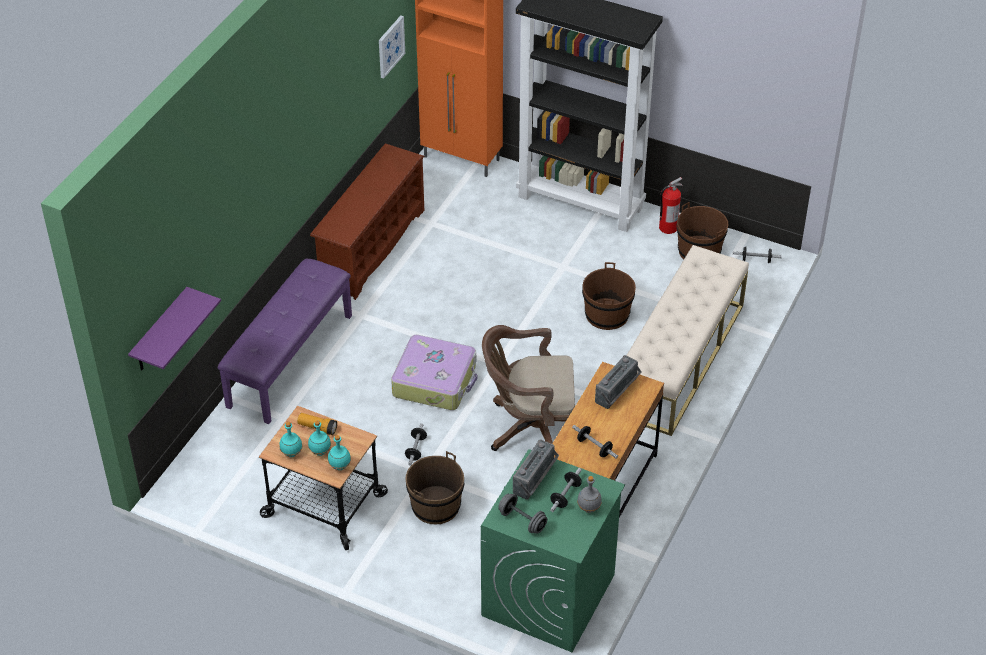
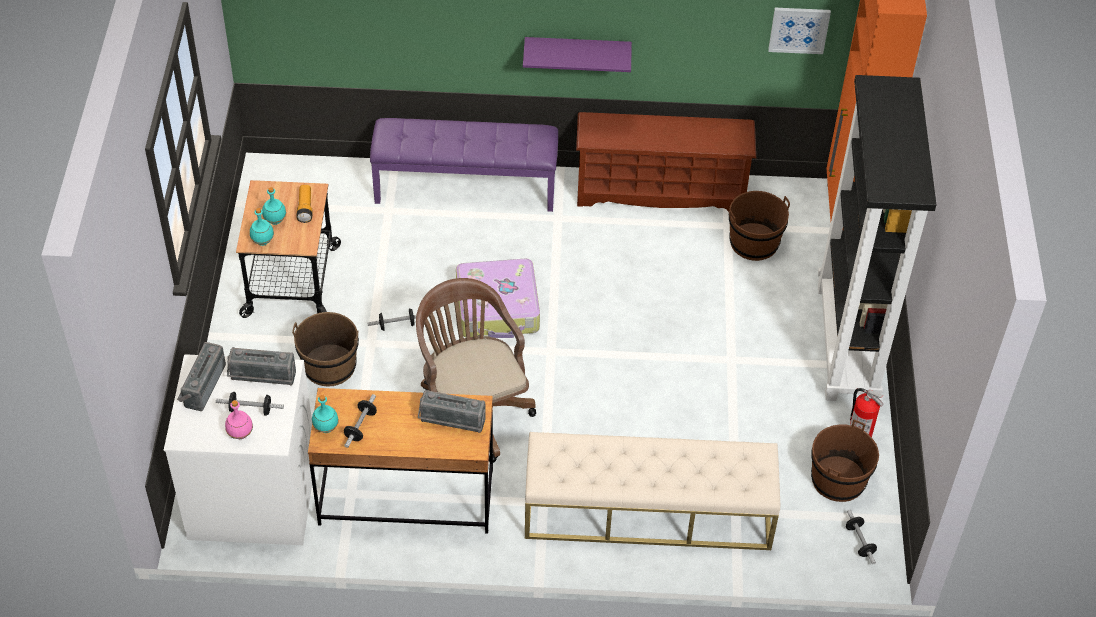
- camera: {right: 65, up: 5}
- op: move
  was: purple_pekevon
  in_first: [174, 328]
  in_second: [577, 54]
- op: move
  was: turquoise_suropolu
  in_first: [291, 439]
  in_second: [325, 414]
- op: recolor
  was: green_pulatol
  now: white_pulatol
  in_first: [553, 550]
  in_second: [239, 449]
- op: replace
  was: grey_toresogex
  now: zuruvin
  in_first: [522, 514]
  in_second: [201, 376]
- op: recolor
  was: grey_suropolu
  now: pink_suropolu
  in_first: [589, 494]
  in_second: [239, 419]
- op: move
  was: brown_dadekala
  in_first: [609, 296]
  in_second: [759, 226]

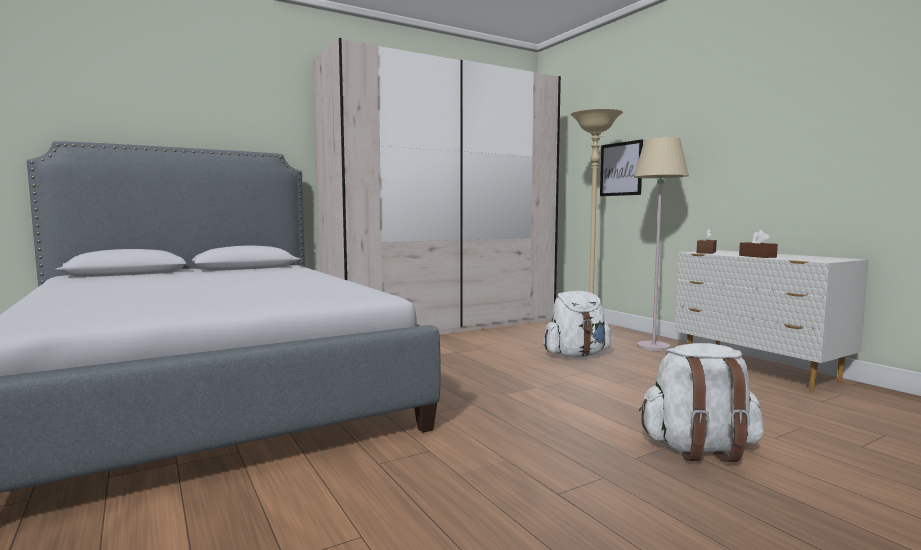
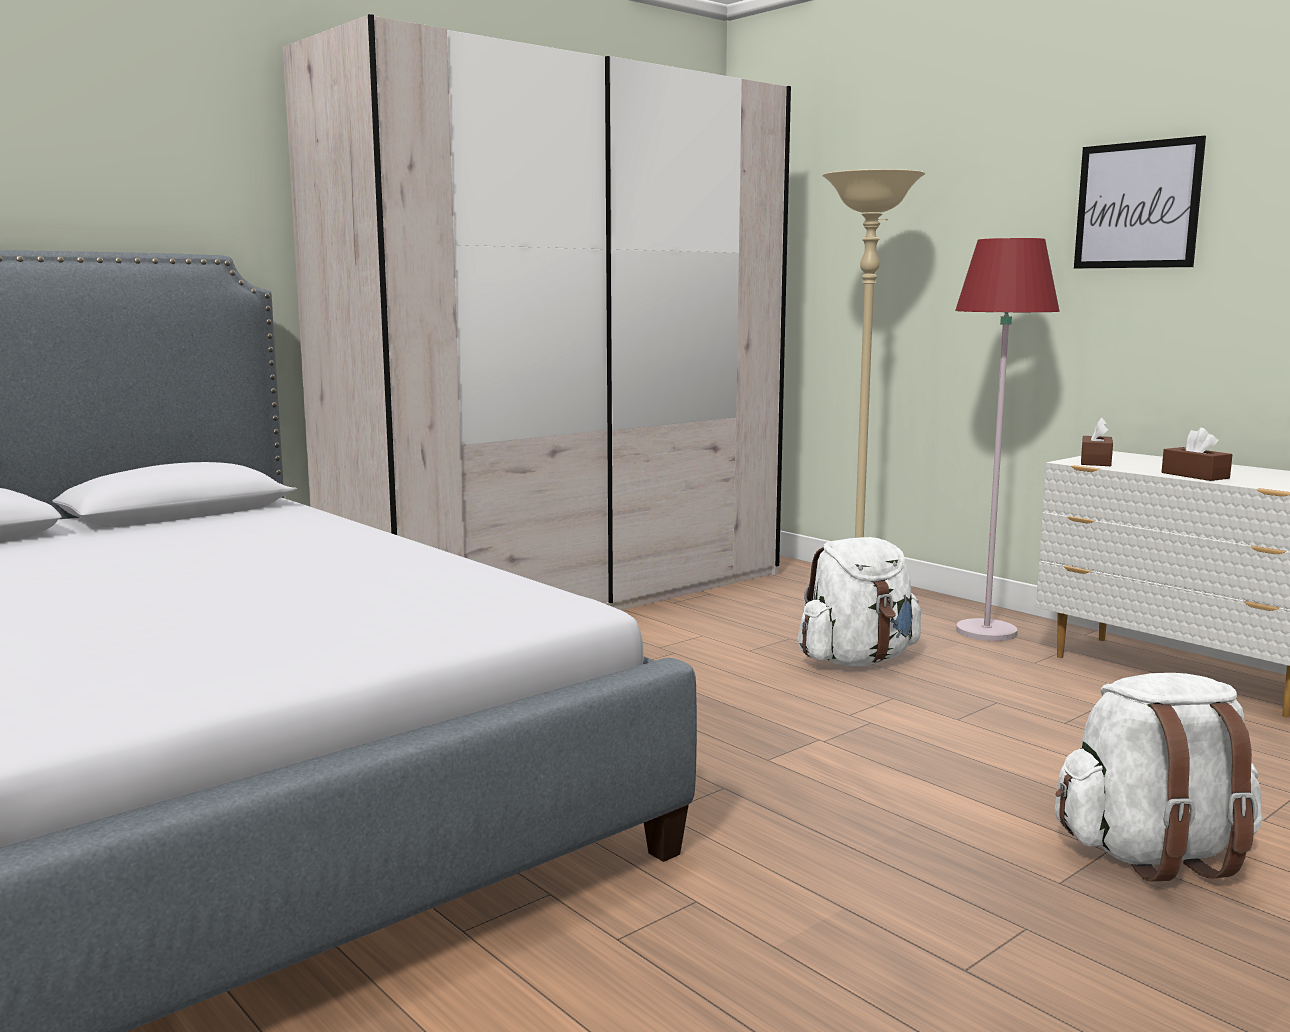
- camera: {right: -10, up: 5}
- op: move
  was: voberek
  in_first: [621, 167]
  in_second: [1140, 202]
- op: recolor
  was: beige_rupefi
  now: red_rupefi
  in_first: [661, 244]
  in_second: [1007, 439]

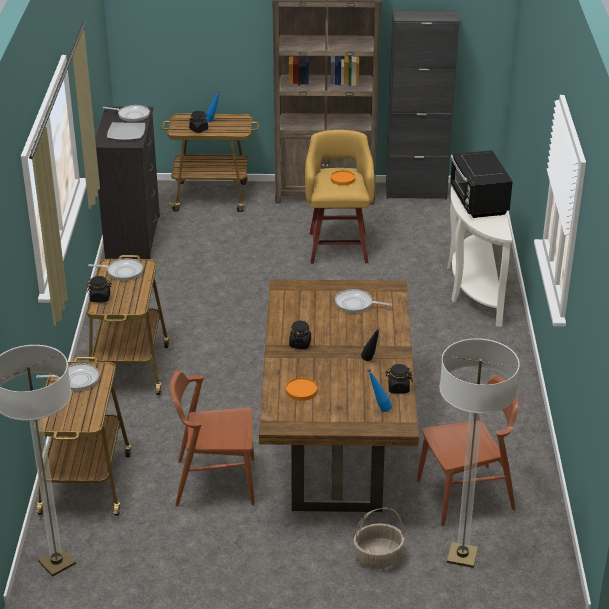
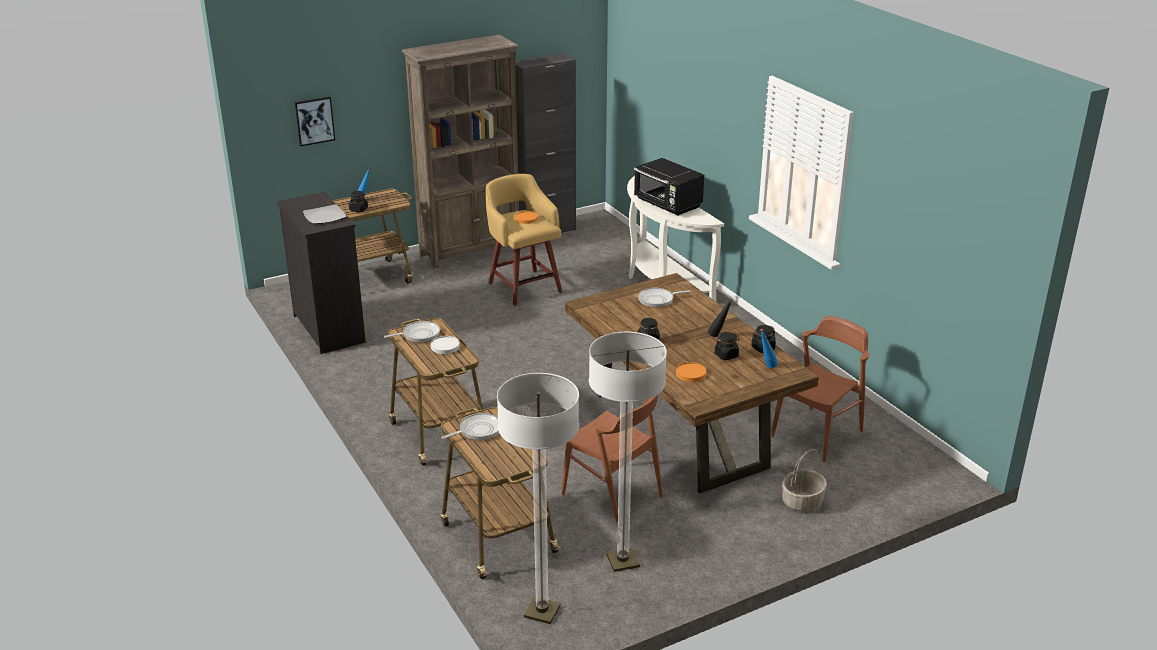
- camera: {right: -30, up: -5}
- op: move
  was: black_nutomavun
  in_first: [99, 289]
  in_second: [727, 346]
- op: delete
  was: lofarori
  in_first: [126, 113]
- op: rotate
  was: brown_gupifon
  in_first: [212, 438]
  in_second: [612, 461]
  clockwise: -105
- op: move
  was: rupefi
  in_first: [479, 453]
  in_second: [628, 452]
- op: insert
  now: voberek
  in_second: [315, 121]
- op: insert
  now: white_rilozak
  in_second: [445, 345]

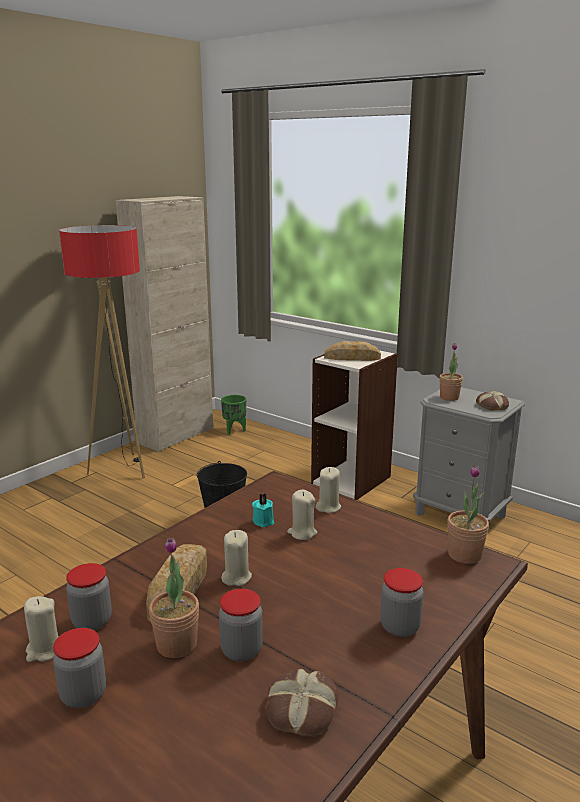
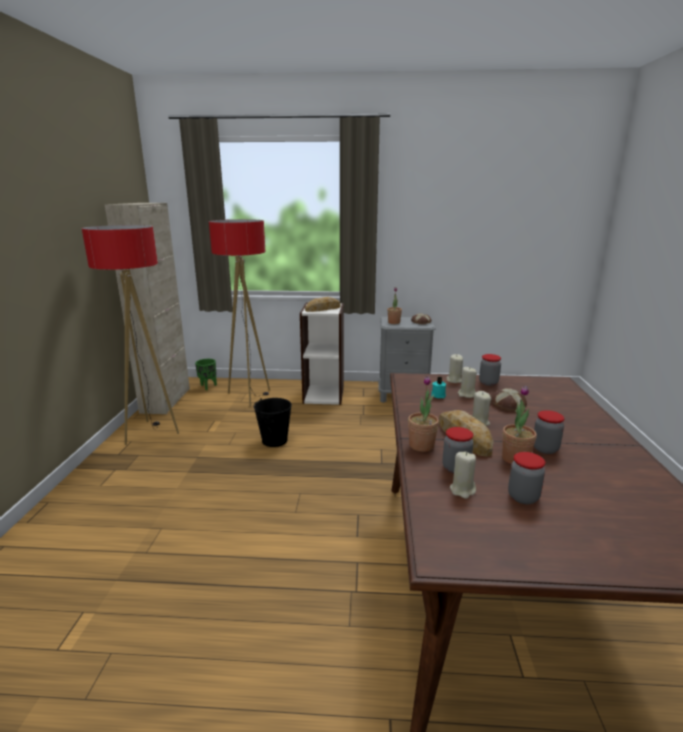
- camera: {right: -35, up: 0}
- op: move
  was: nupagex
  in_first: [302, 702]
  in_second: [509, 399]
- op: move
  was: nutomavun
  in_first: [401, 602]
  in_second: [490, 370]
- op: move
  was: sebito
  in_first: [468, 514]
  in_second: [423, 414]
- op: insert
  now: rupefi
  in_second: [239, 312]

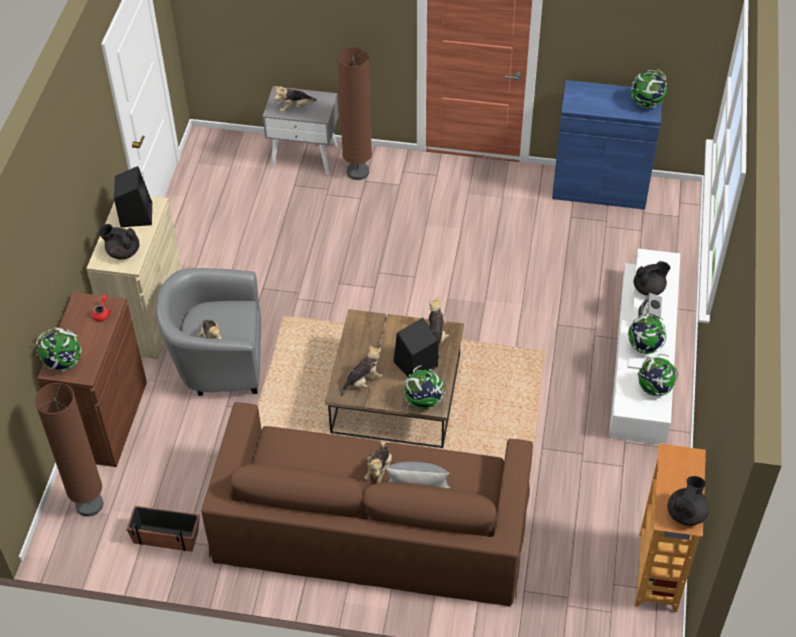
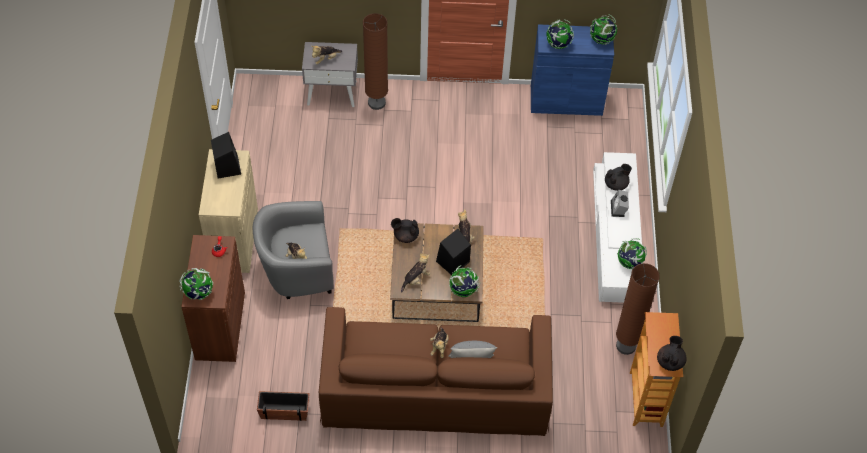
- camera: {right: -10, up: 5}
- op: move
  was: brown_rupefi
  in_first: [69, 450]
  in_second: [638, 309]
- op: move
  was: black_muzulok
  in_first: [118, 241]
  in_second: [405, 230]
- op: move
  was: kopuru
  in_first: [647, 333]
  in_second: [560, 34]

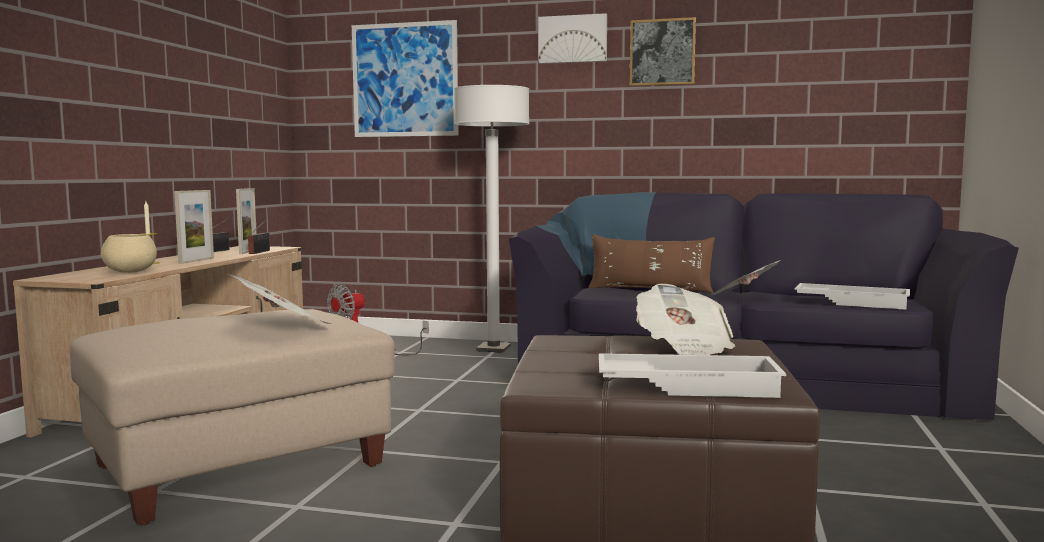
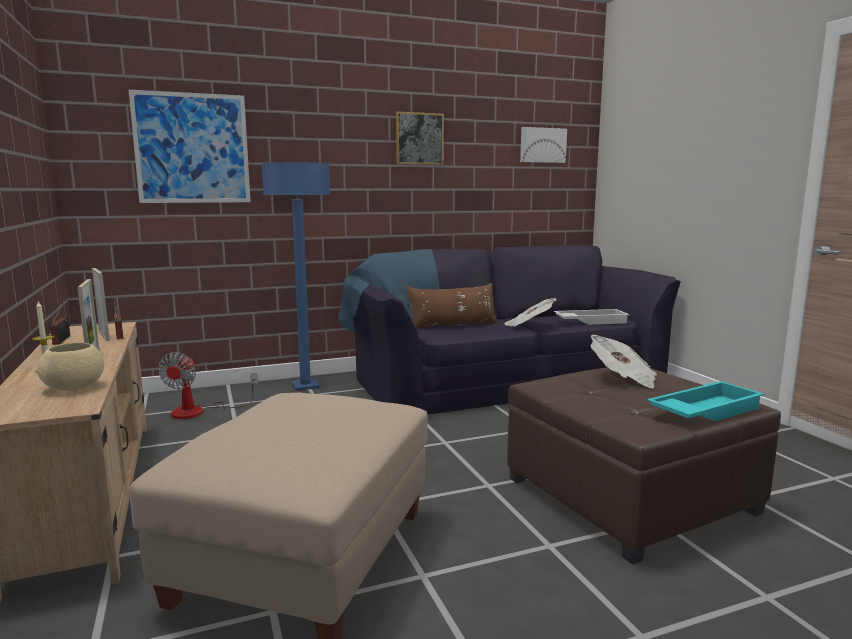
- camera: {right: -35, up: 5}
- op: delete
  was: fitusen
  in_first: [280, 299]
- op: recolor
  was: white_rupefi
  now: blue_rupefi
  in_first: [492, 219]
  in_second: [296, 276]
- op: move
  was: voberek
  in_first: [572, 38]
  in_second: [543, 145]
- op: recolor
  was: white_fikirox
  now: turquoise_fikirox
  in_first: [692, 375]
  in_second: [705, 401]

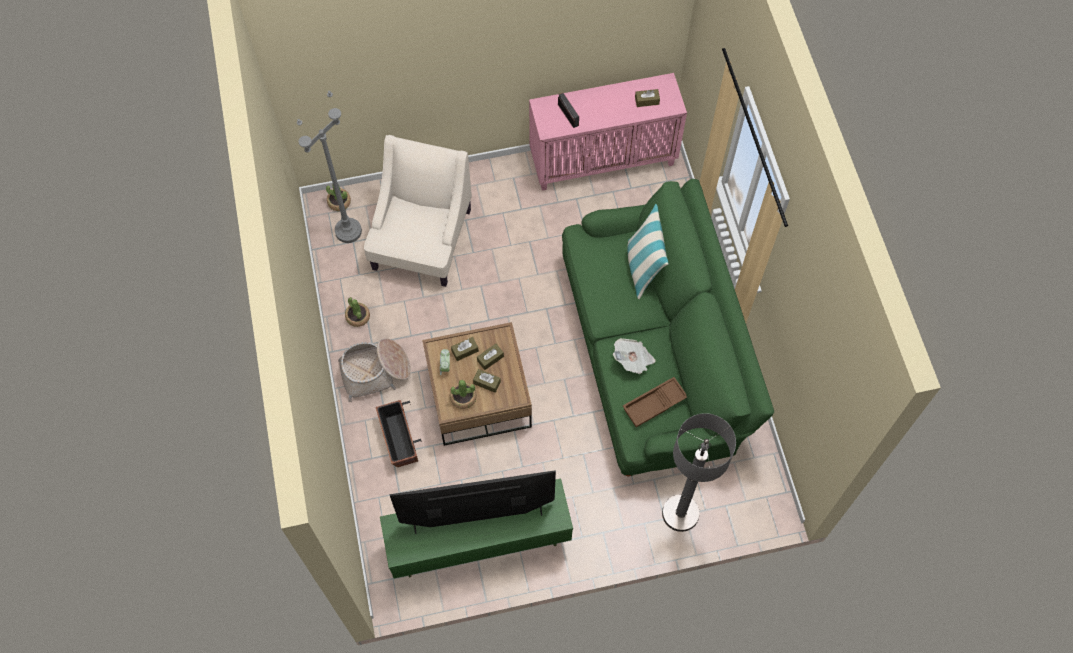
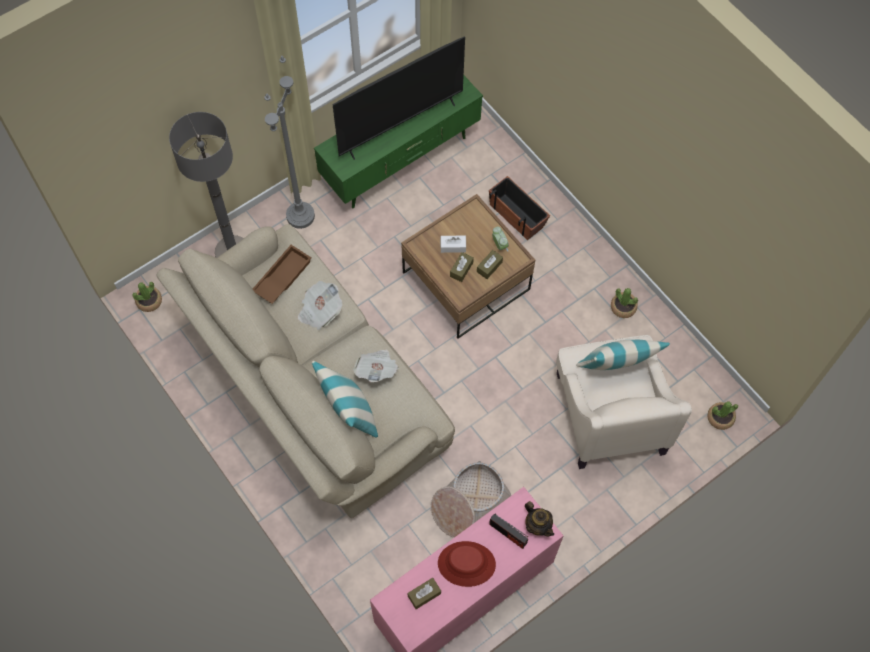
- camera: {right: 155, up: 0}
- op: move
  was: grey_rupefi
  in_first: [329, 167]
  in_second: [289, 142]
- op: move
  was: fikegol
  in_first: [374, 370]
  in_second: [471, 499]
- op: move
  was: sebito
  in_first: [463, 394]
  in_second: [147, 297]
- op: recolor
  was: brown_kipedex
  now: white_kipedex
  in_first: [487, 381]
  in_second: [453, 244]
- op: recolor
  was: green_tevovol
  now: beige_tevovol
  in_first: [668, 327]
  in_second: [305, 371]
- op: insert
  now: fitusen
  in_second: [376, 365]
- op: insert
  now: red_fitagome
  in_second: [467, 564]
- op: insert
  now: muzulok
  in_second: [539, 518]
- op: insert
  now: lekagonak
  in_second: [623, 355]

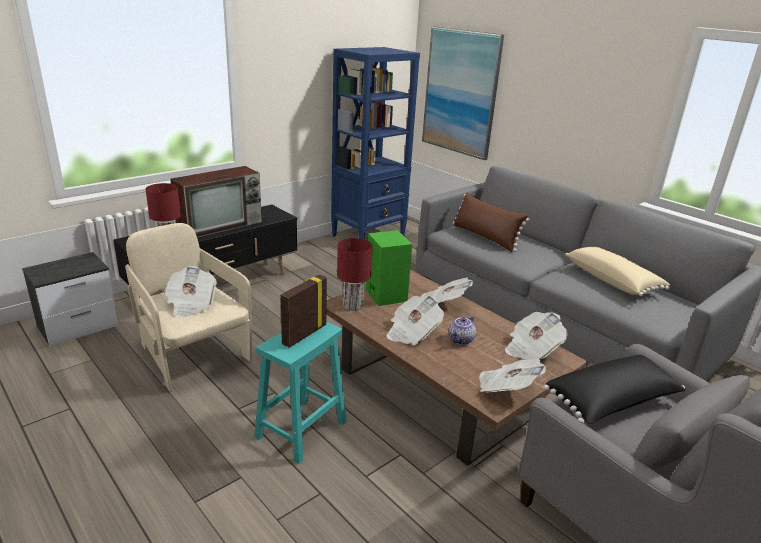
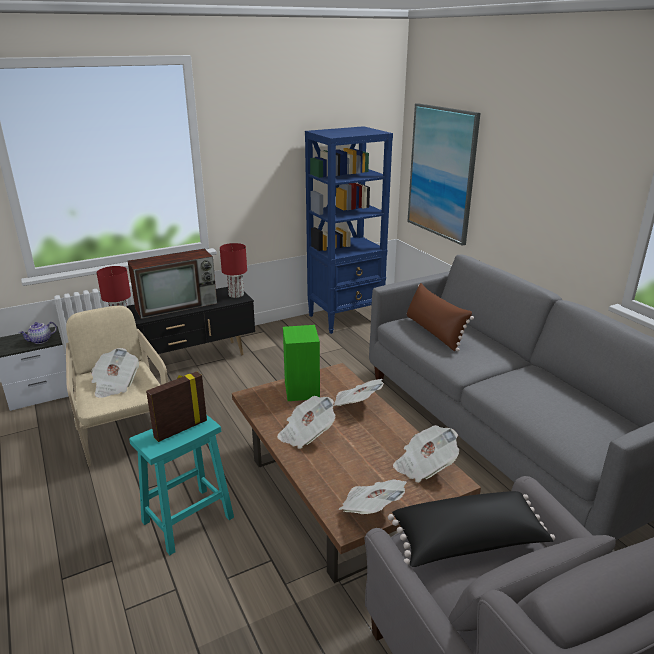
- camera: {right: 15, up: 0}
- op: move
  was: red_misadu
  in_first: [355, 274]
  in_second: [233, 270]
- op: move
  was: muzulok
  in_first: [462, 330]
  in_second: [38, 333]
- op: delete
  was: beige_lekagonak
  in_first: [617, 271]

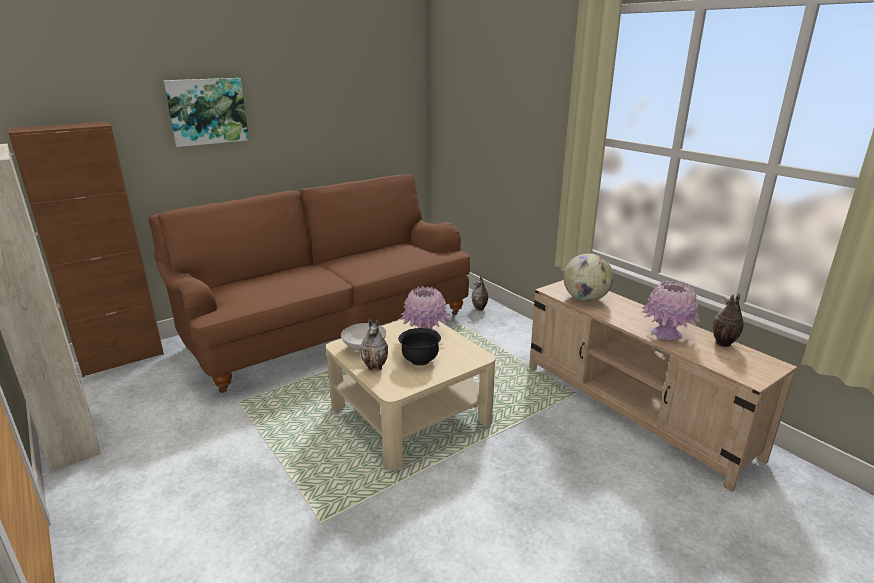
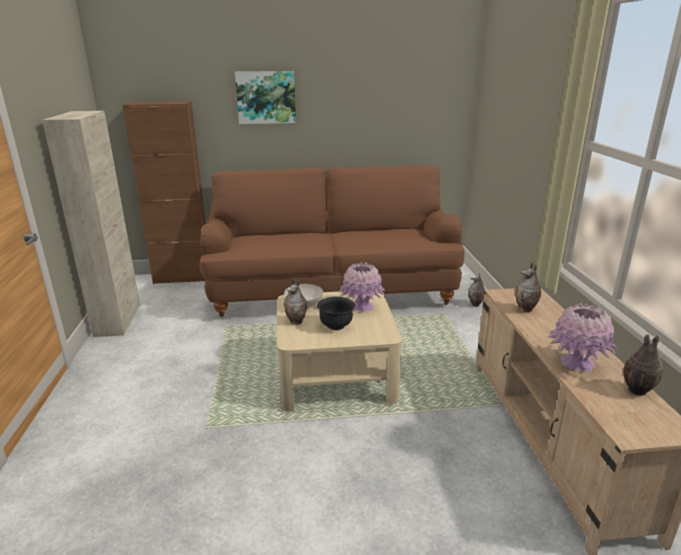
- camera: {right: 30, up: 0}
- op: replace
  was: kopuru
  now: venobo
  in_first: [588, 277]
  in_second: [528, 287]

